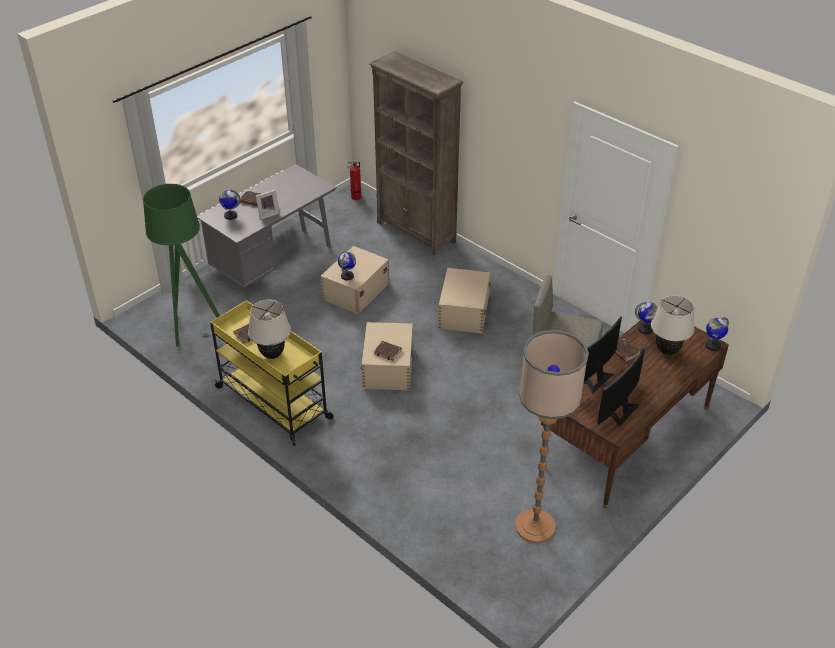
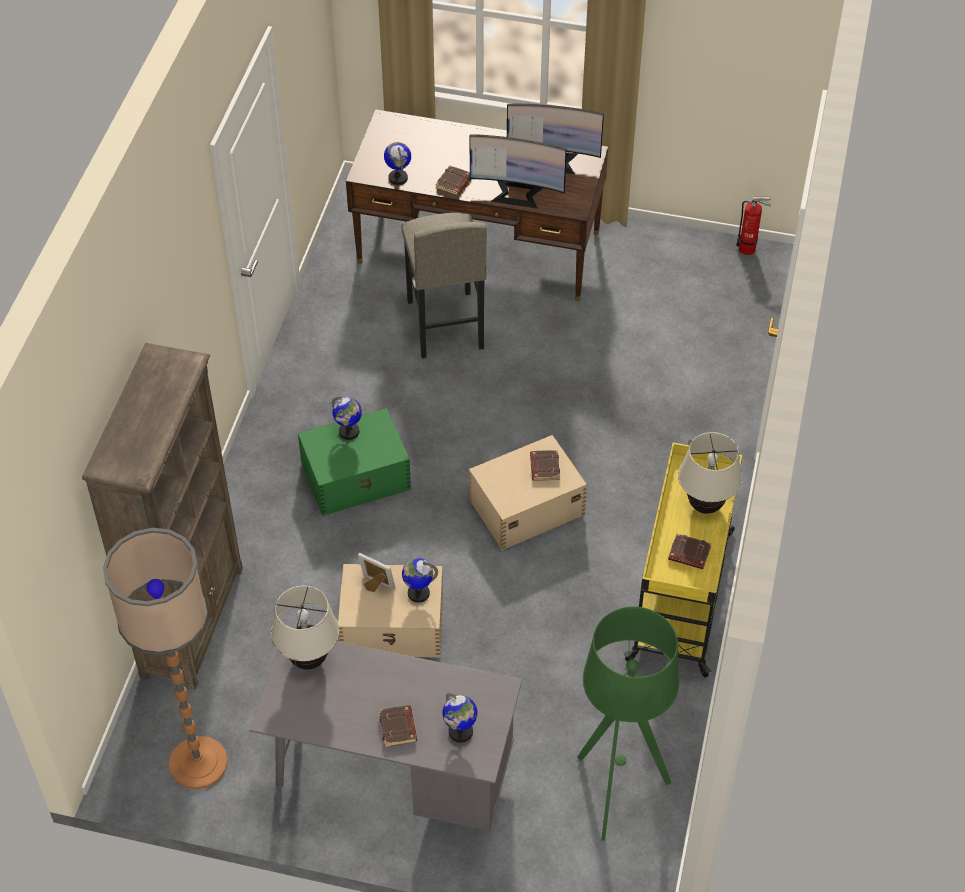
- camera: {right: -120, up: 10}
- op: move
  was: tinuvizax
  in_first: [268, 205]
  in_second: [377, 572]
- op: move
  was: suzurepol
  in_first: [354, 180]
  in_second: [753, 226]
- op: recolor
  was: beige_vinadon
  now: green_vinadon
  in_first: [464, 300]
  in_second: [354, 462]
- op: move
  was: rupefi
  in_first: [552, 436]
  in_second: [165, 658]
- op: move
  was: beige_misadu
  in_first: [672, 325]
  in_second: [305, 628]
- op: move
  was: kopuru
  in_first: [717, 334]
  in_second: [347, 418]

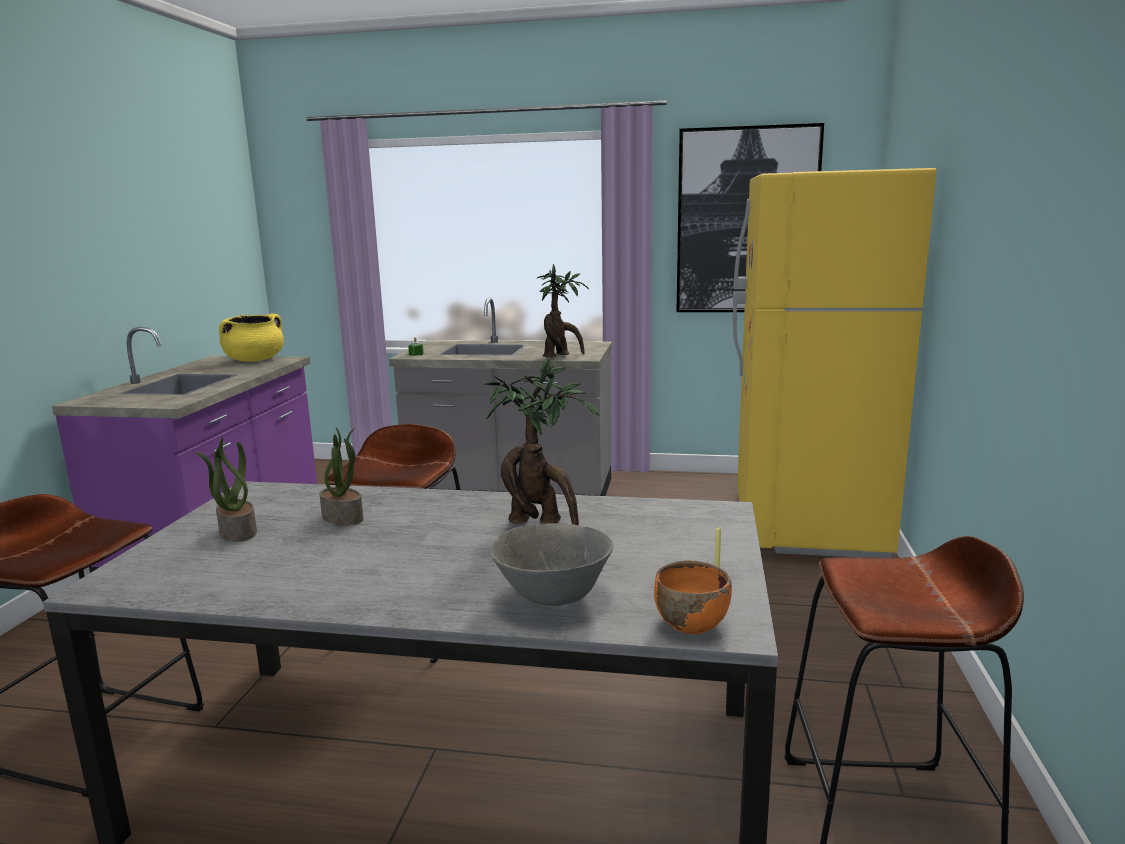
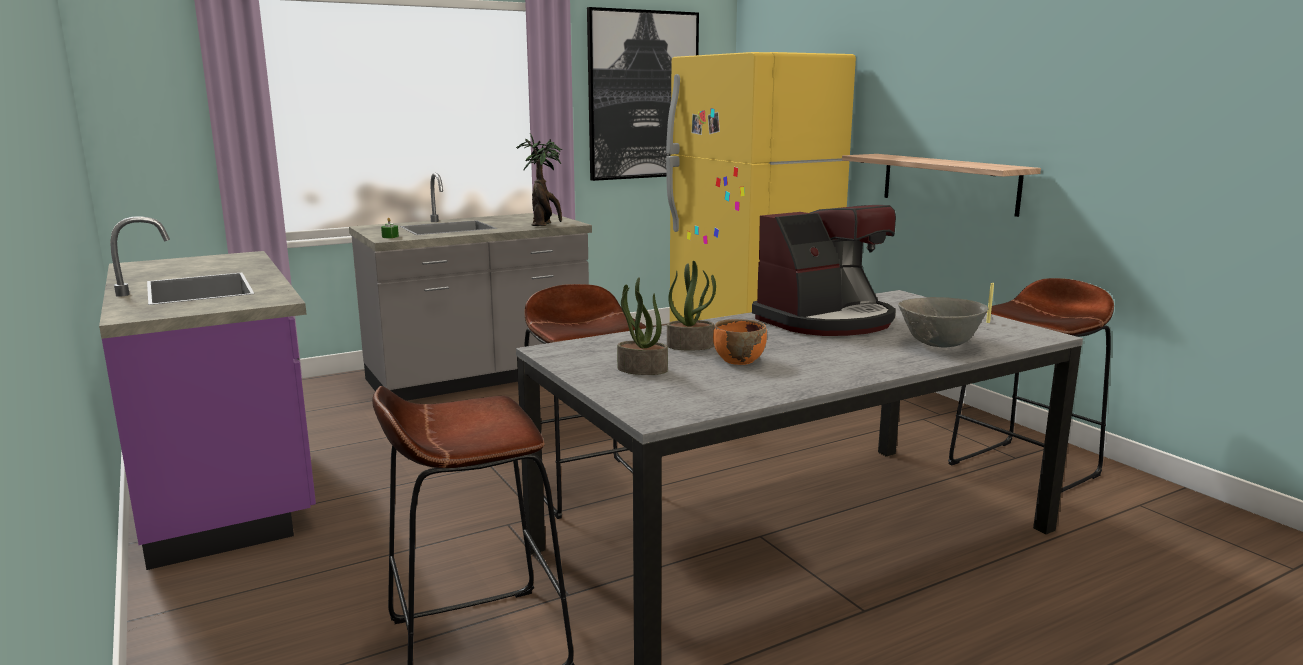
- camera: {right: -40, up: 0}
- op: delete
  was: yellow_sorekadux
  in_first: [251, 338]
- op: replace
  was: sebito
  now: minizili
  in_first: [542, 442]
  in_second: [824, 270]
- op: move
  was: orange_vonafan
  in_first: [693, 597]
  in_second: [740, 342]
- op: insert
  now: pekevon
  in_second: [941, 185]

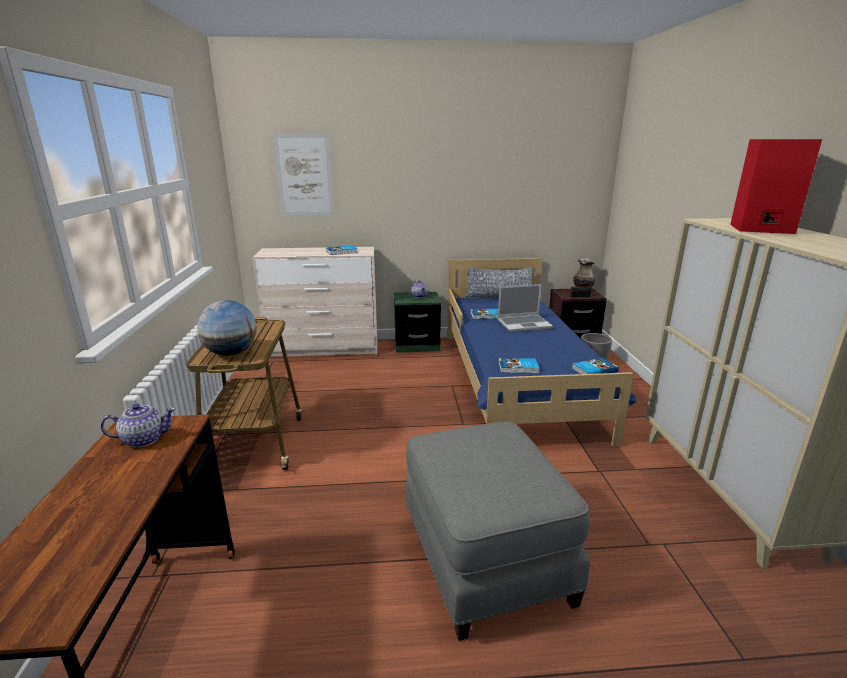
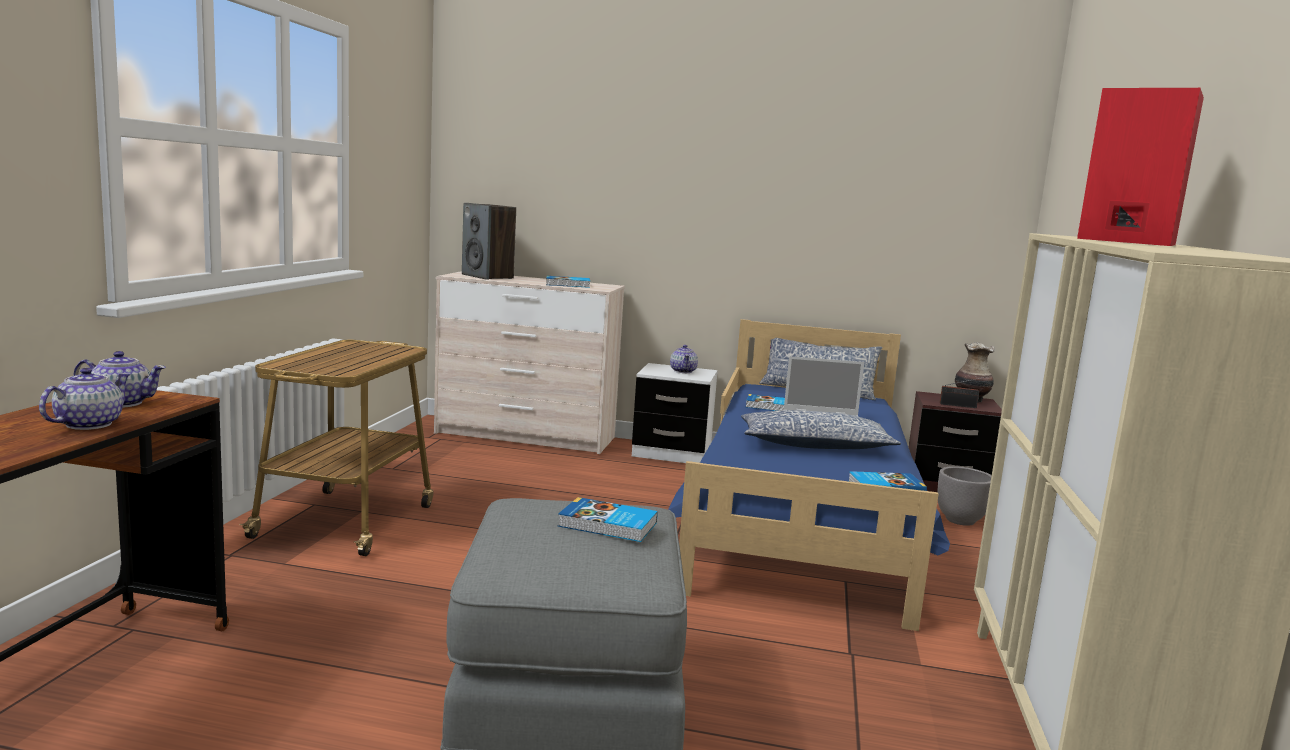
- camera: {right: 15, up: -10}
- op: delete
  was: kopuru
  in_first: [227, 328]
- op: delete
  was: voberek
  in_first: [303, 174]
- op: recolor
  was: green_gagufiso
  now: white_gagufiso
  in_first: [417, 322]
  in_second: [675, 413]
- op: move
  was: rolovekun
  in_first: [518, 365]
  in_second: [608, 519]
- op: insert
  now: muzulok
  in_second: [85, 399]
- op: insert
  now: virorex
  in_second: [489, 241]
- op: insert
  now: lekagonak
  in_second: [821, 429]

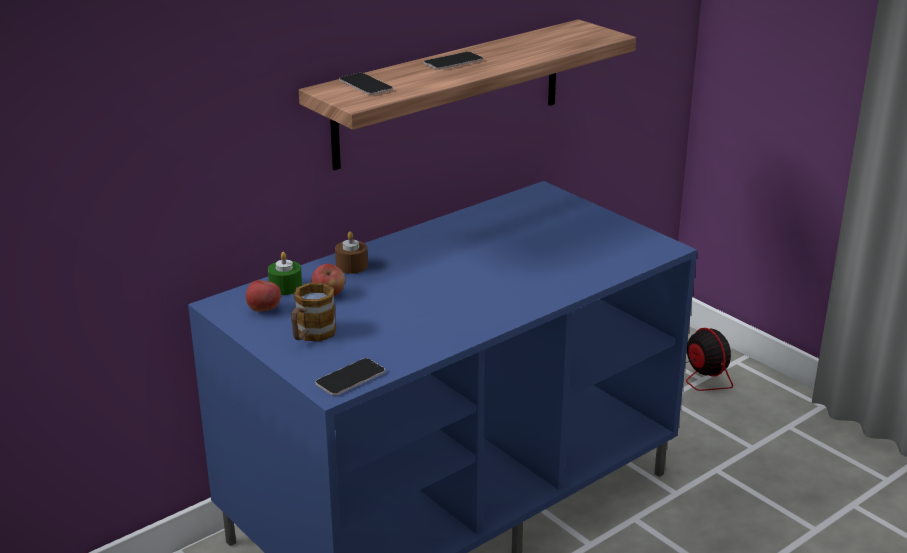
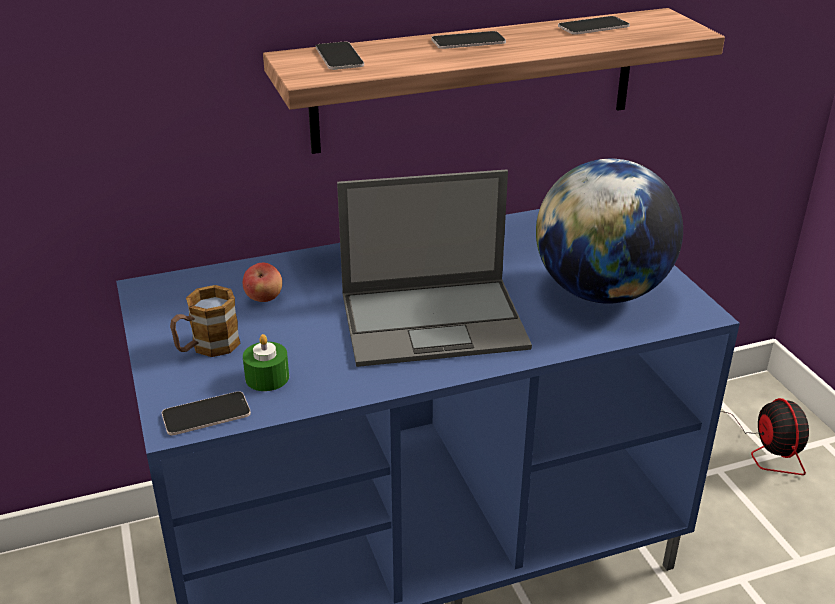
- camera: {right: 20, up: 5}
- op: delete
  was: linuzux
  in_first: [263, 296]
- op: move
  was: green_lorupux
  in_first: [285, 273]
  in_second: [266, 362]
- op: delete
  was: brown_lorupux
  in_first: [351, 253]
- op: insert
  now: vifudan
  in_second: [434, 268]
- op: insert
  now: kopuru
  in_second: [609, 231]
- op: insert
  now: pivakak
  in_second: [594, 25]

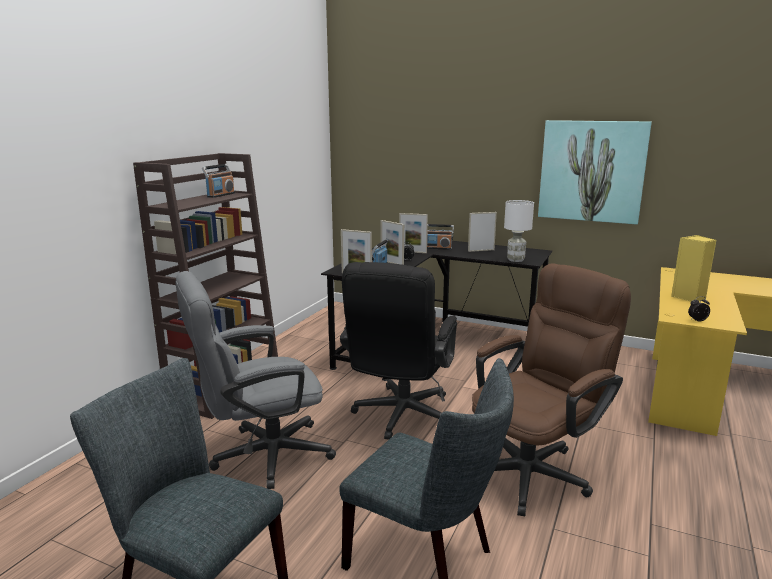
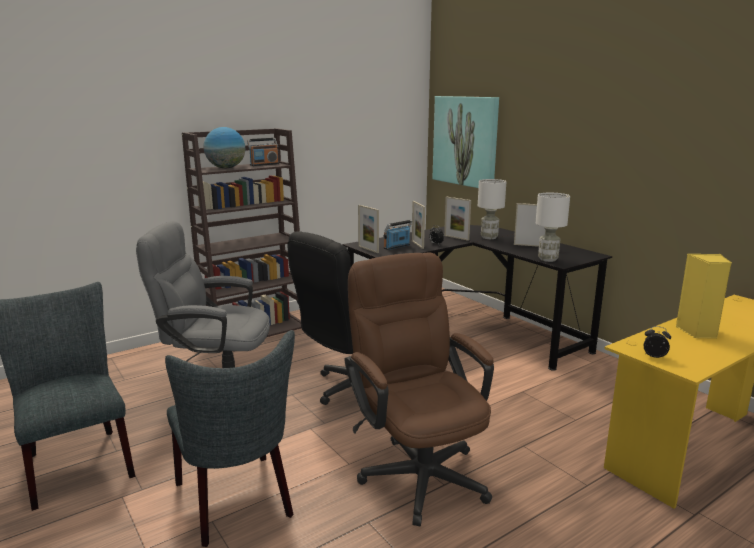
- camera: {right: 30, up: 0}
- op: replace
  was: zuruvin
  now: white_misadu
  in_first: [440, 237]
  in_second: [492, 209]
- op: rotate
  was: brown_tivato
  in_first: [551, 389]
  in_second: [419, 390]
  clockwise: -105
- op: move
  was: voberek
  in_first: [595, 172]
  in_second: [466, 142]
- op: insert
  now: kopuru
  in_second: [224, 147]

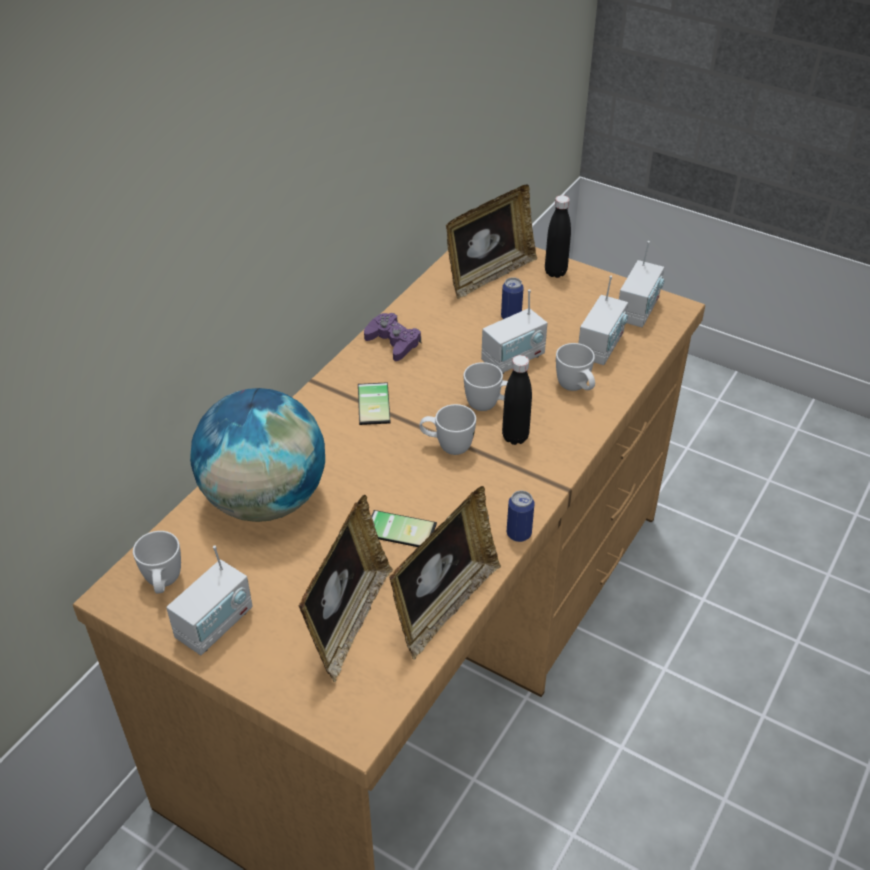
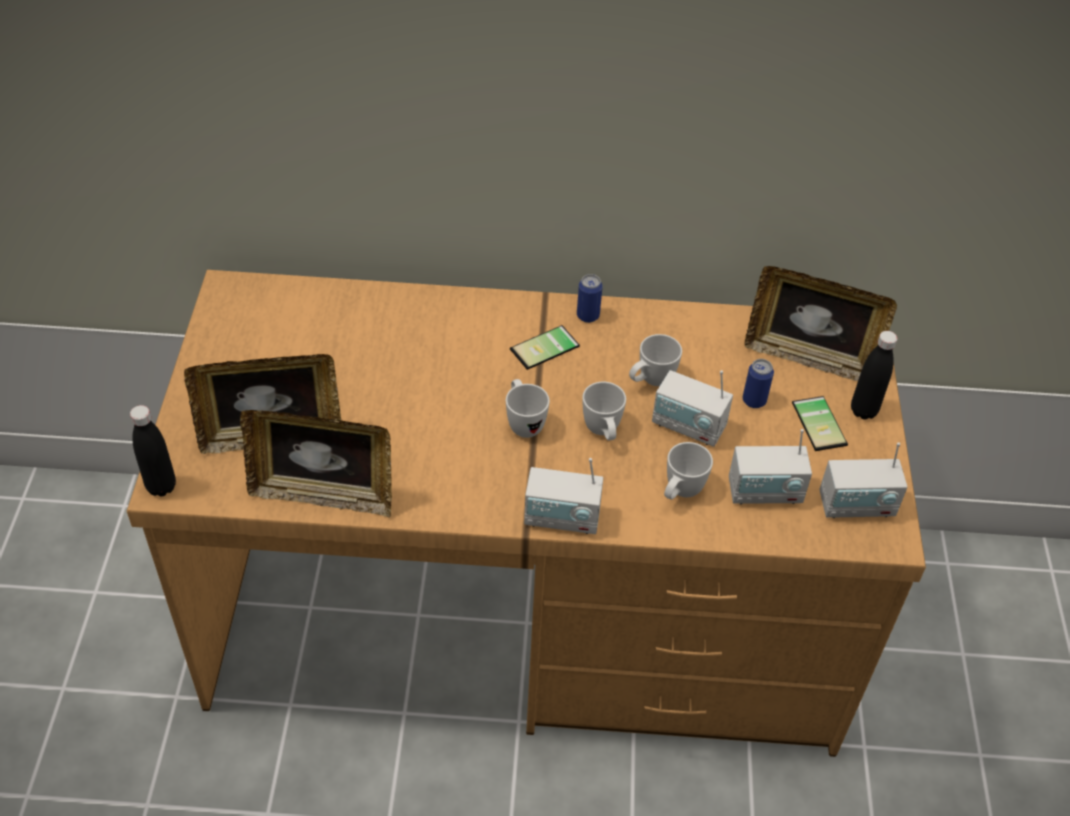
- camera: {right: 60, up: 5}
- op: move
  was: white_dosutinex
  in_first: [157, 562]
  in_second: [655, 360]
- op: move
  was: zuruvin
  in_first: [209, 600]
  in_second: [563, 496]
- op: delete
  was: kopuru
  in_first: [257, 455]
- op: delete
  was: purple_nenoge
  in_first: [392, 337]
- op: move
  was: pivakak
  in_first: [404, 528]
  in_second: [820, 423]
- op: move
  was: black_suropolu
  in_first: [517, 400]
  in_second: [153, 451]
- op: move
  was: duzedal
  in_first: [521, 516]
  in_second: [590, 298]

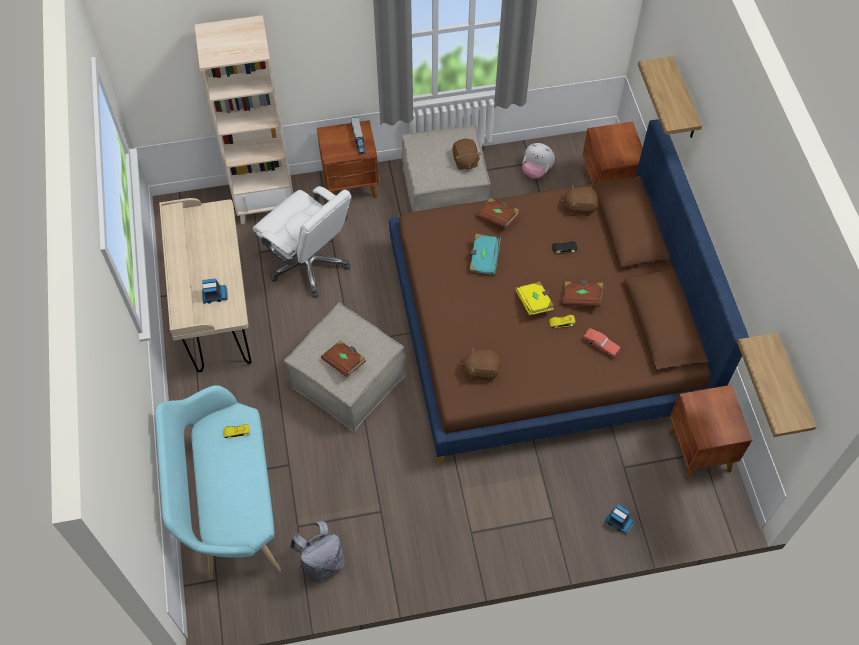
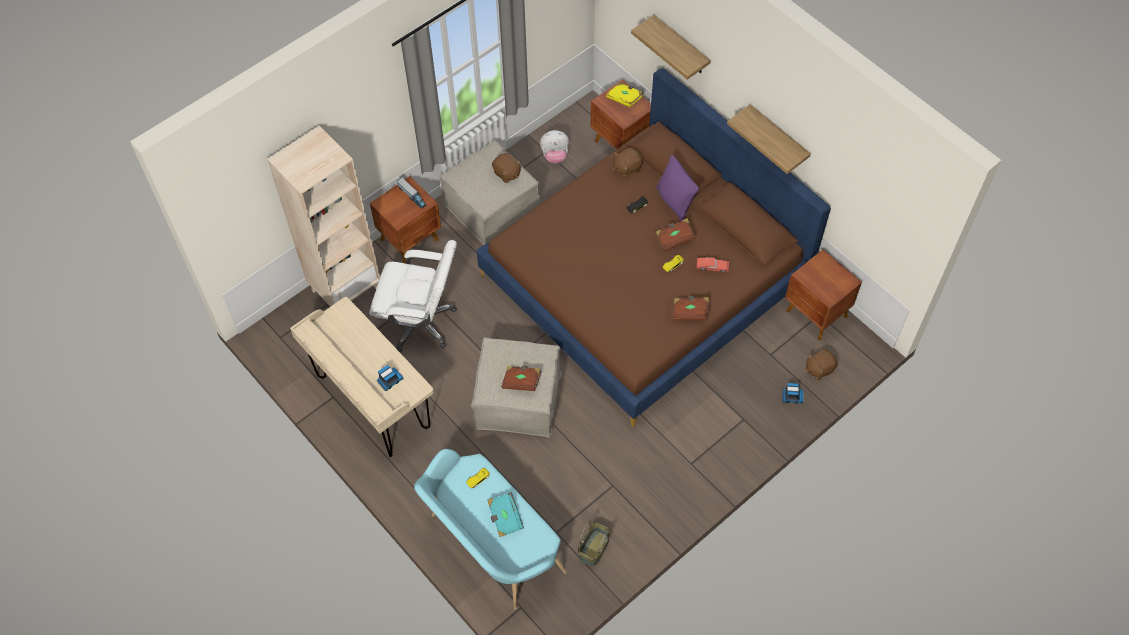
- camera: {right: -30, up: 0}
- op: replace
  was: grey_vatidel
  now: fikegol
  in_first: [317, 551]
  in_second: [594, 543]
- op: move
  was: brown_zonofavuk
  in_first: [481, 364]
  in_second: [822, 364]
- op: move
  was: turquoise_rolovekun
  in_first: [485, 254]
  in_second: [505, 514]
- op: move
  was: brown_rolovekun
  in_first: [498, 213]
  in_second: [691, 308]
- op: move
  was: yellow_rolovekun
  in_first: [534, 298]
  in_second: [625, 94]
- op: move
  was: pekevon
  in_first: [776, 384]
  in_second: [769, 139]
- op: insert
  now: purple_lekagonak
  in_second: [677, 188]

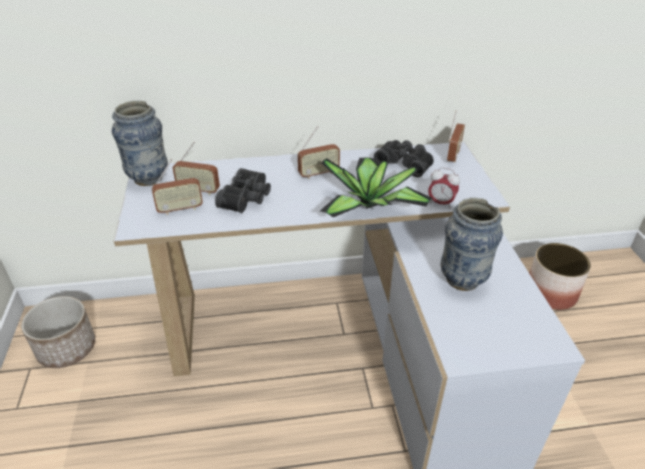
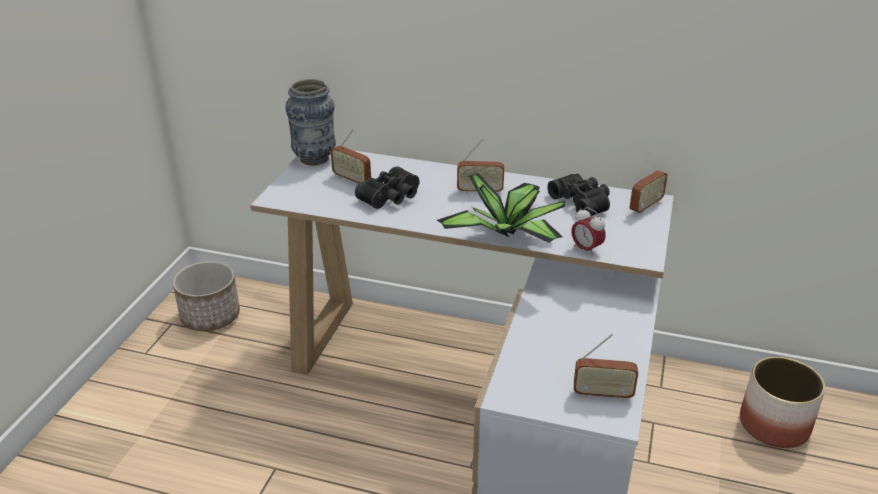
- camera: {right: 25, up: -5}
- op: move
  was: zuruvin
  in_first: [177, 187]
  in_second: [606, 367]
- op: delete
  was: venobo
  in_first: [472, 244]

